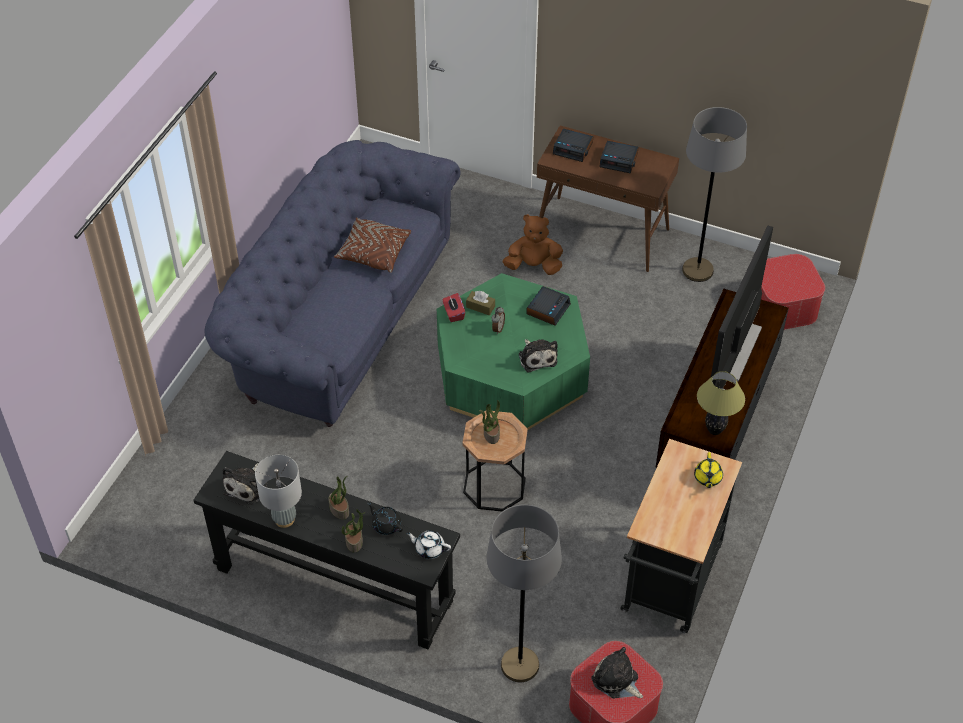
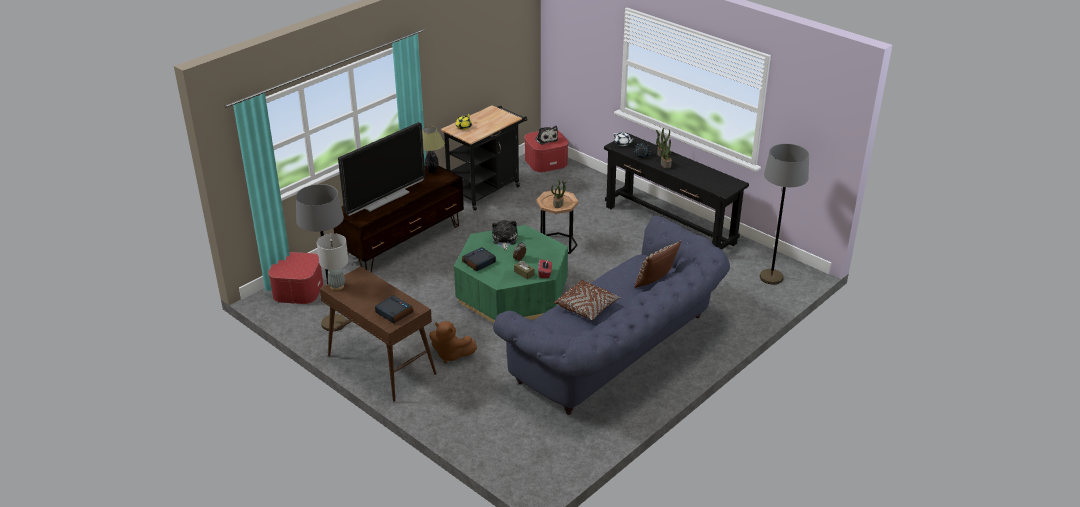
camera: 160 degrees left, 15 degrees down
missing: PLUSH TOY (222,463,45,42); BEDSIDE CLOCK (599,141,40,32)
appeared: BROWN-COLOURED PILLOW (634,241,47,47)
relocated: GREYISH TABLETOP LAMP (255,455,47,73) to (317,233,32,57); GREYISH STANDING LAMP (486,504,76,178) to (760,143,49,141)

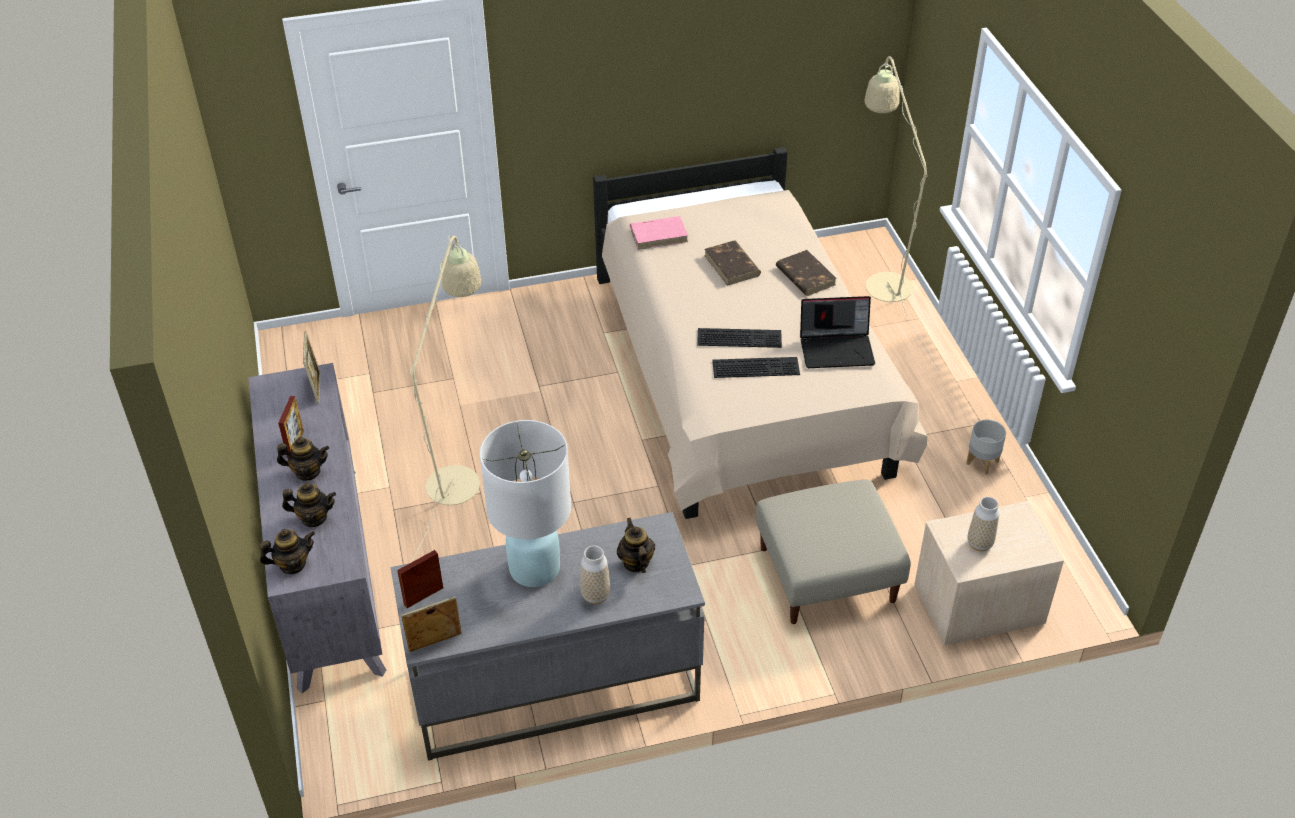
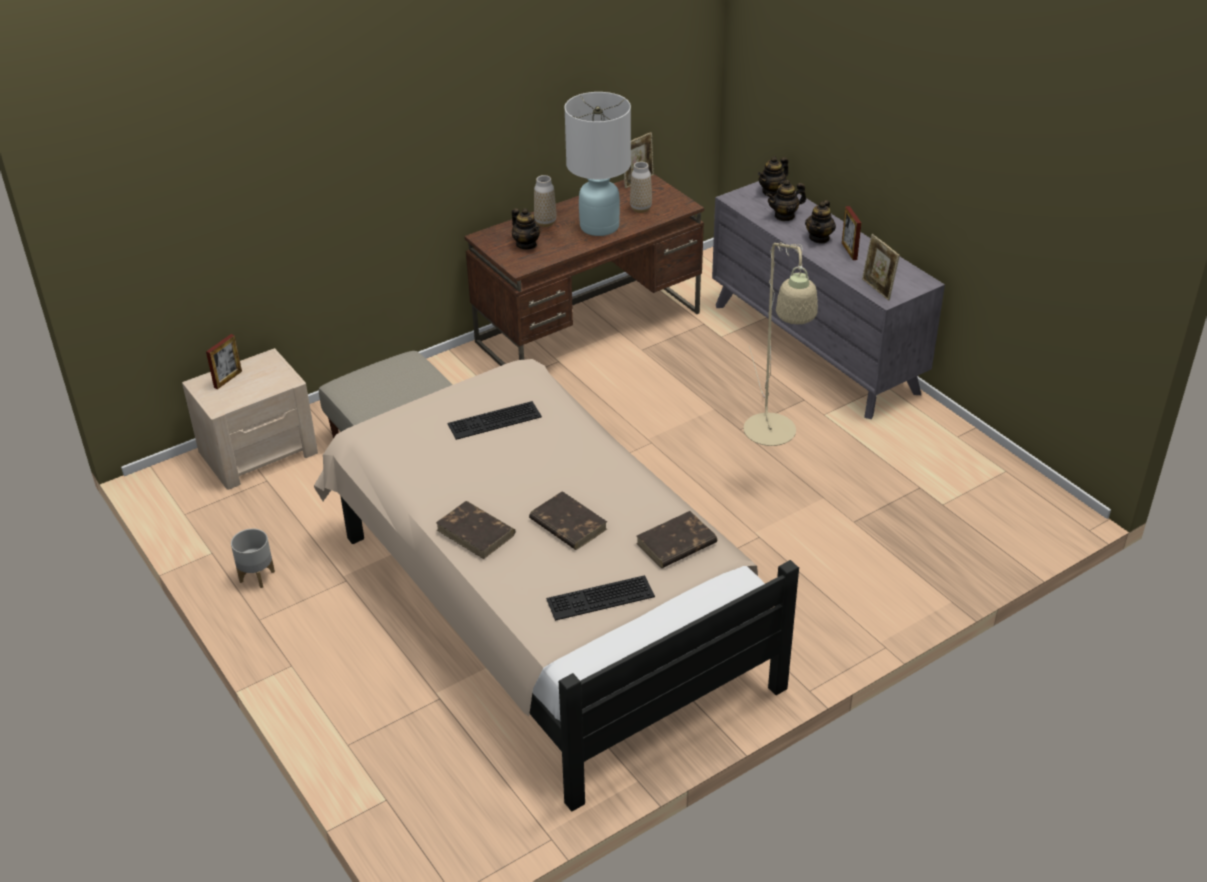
camera: 160 degrees right, 5 degrees down
missing: PORTABLE COMPUTER (800,296,75,72); BEIGE-COLOURED STANDING LAMP (864,56,76,315)
relocated: PHOTO FRAME (397,550,46,58) to (206,334,36,55); PC KEYBOARD (697,328,85,20) to (546,575,109,46); DECORATIVE VASE (968,497,31,54) to (630,162,22,51)
colour: GREYISH DESK TABLE (390,512,315,249) to BROWN-COLOURED DESK TABLE (464,174,240,192); PINKISH BOOK (630,216,58,34) to BROWN-COLOURED BOOK (636,511,81,57)
spun: TEAPOT (277,437,52,44) = (805,200,31,44) 45 degrees counterclockwise

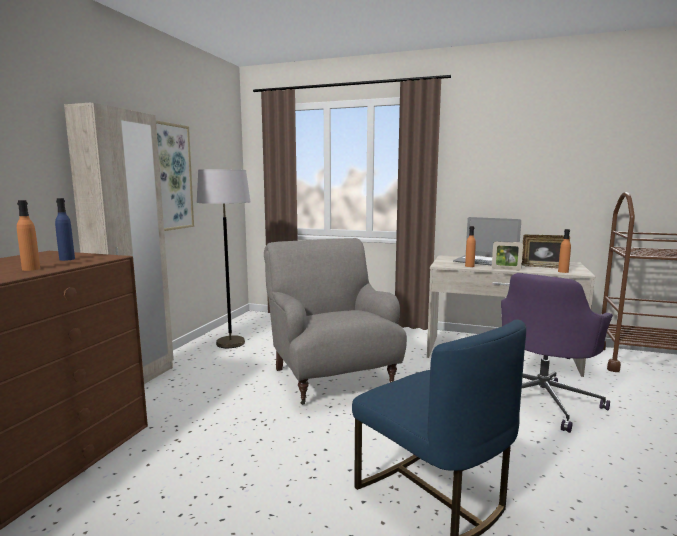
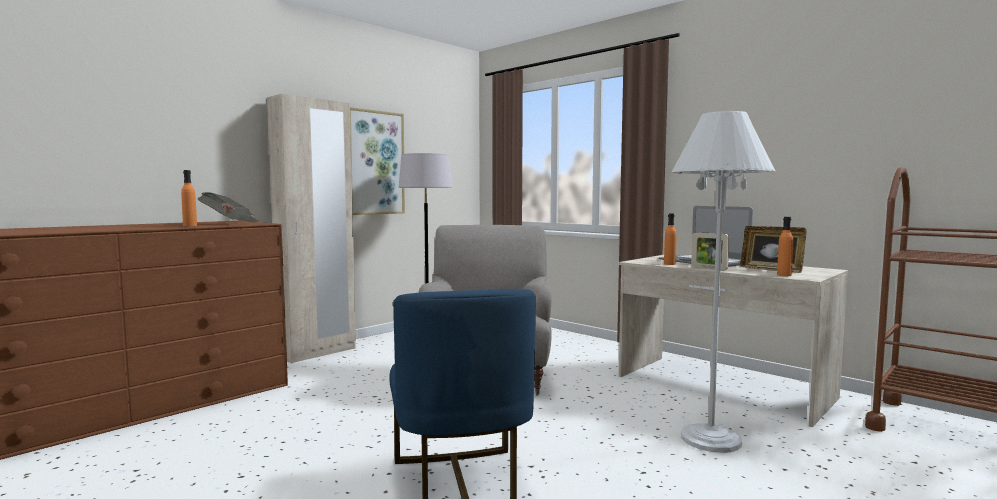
camera: 25 degrees right, 5 degrees down
exchanged: BLUE-COLOURED BEVERAGE BOTTLE (55,198,20,63) to NEWSPAPER (198,192,61,30); PURPLISH DESK CHAIR (501,273,112,160) to WHITISH STANDING LAMP (671,111,104,342)

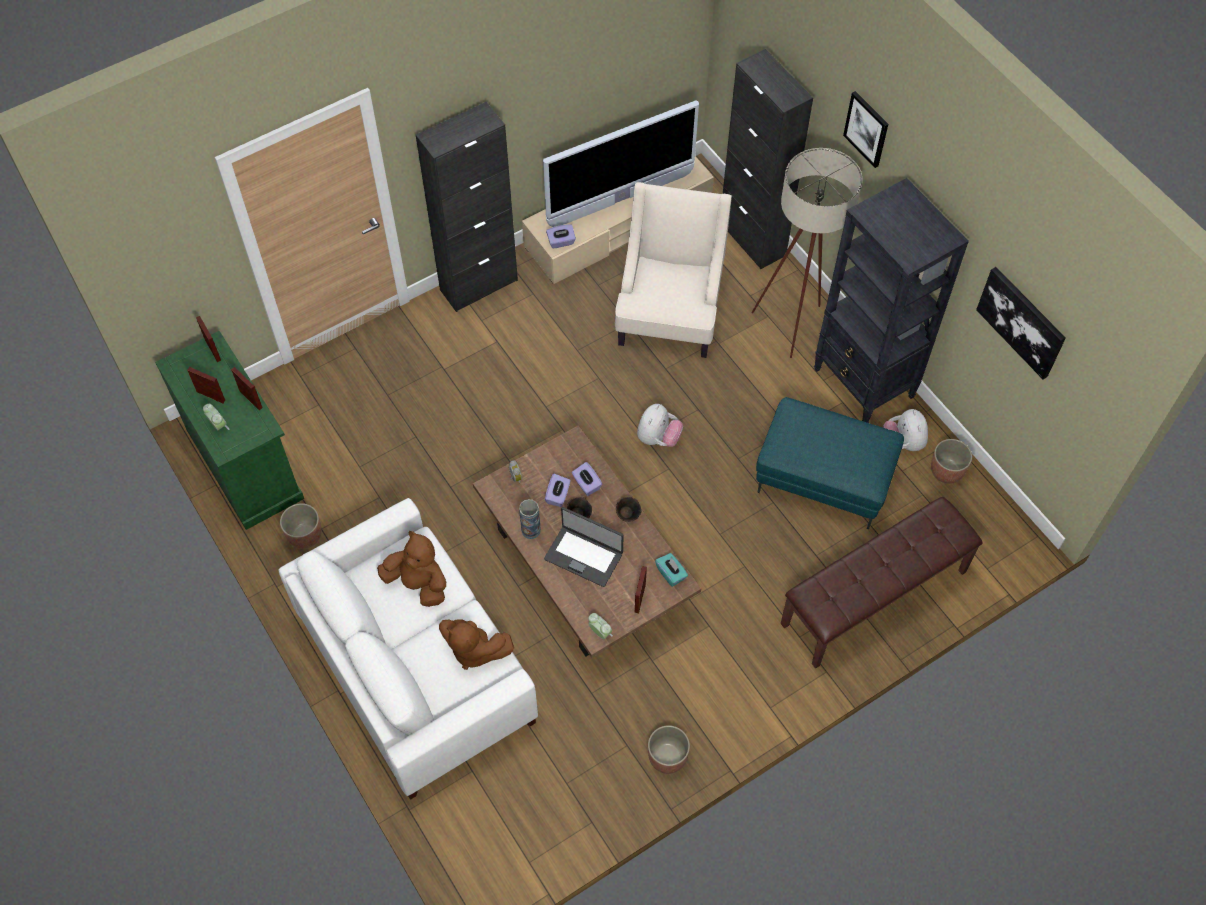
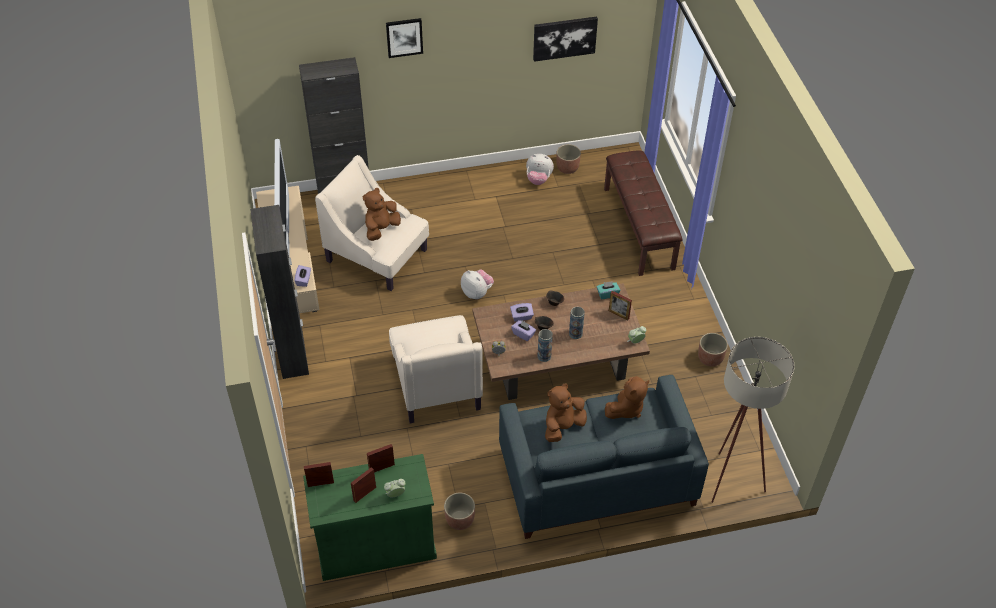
camera: 70 degrees left, 10 degrees down
missing: TURQUOISE OTTOMAN (756,397,148,132); BLACK BOOKCASE (814,178,155,245)
appeared: BROWN-COLOURED PLUSH TOY (363,188,38,53); BEIGE-COLOURED LOUNGE CHAIR (389,315,94,108)
relocated: BEIGE-COLOURED STANDING LAMP (752,148,110,210) to (711,337,84,166)
exchanged: PORTABLE COMPUTER (544,507,80,80) to DECORATIVE VASE (569,306,16,33)
colour: WHITISH SOFA (279,498,259,302) to BLUE-COLOURED SOFA (499,375,210,164)

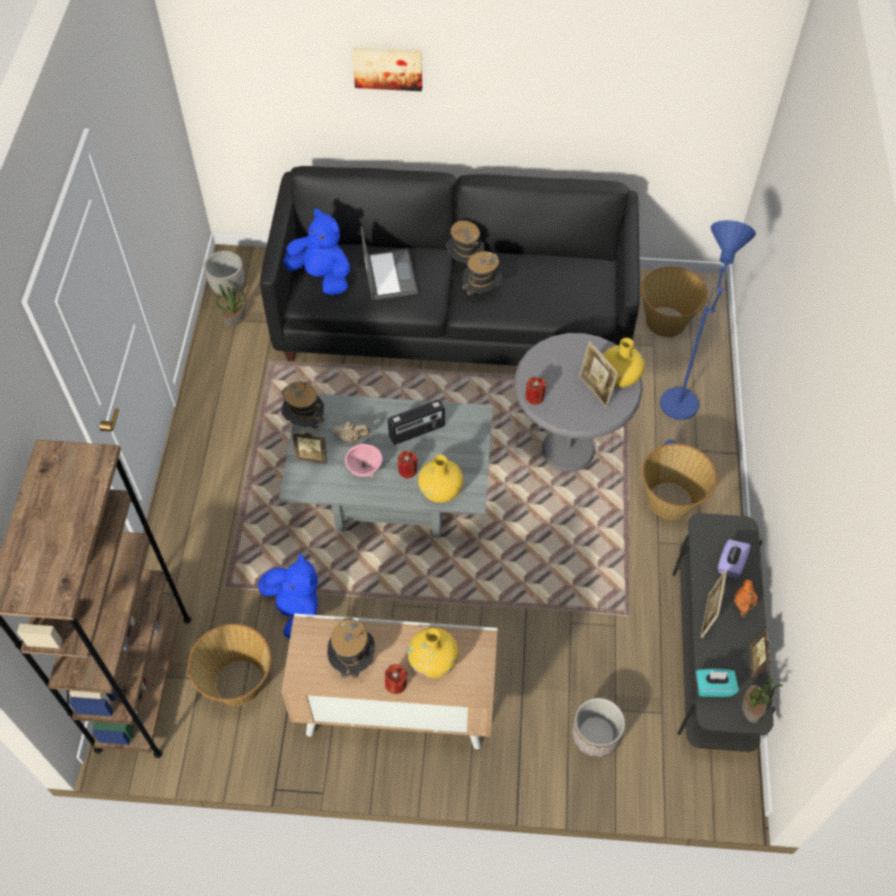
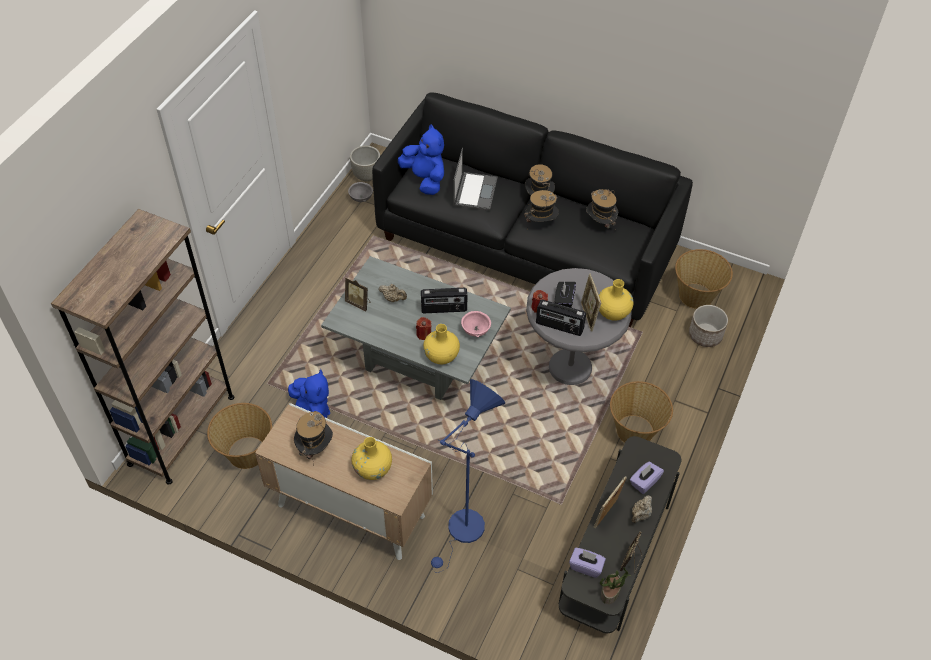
camera: 20 degrees right, 5 degrees down
missing: WALL ART (352,47,70,44); REDDISH WAX CANDLE (385,664,23,30)
appeared: RADIO RECEIVER (536,300,50,36); BLACK TISSUE HOLDER (555,281,21,26)
relocated: WEARABLE HAT (281,381,44,48) to (586,189,32,40); PINKISH SERVING BOWL (345,444,37,33) to (461,311,30,26); PLANT POT (572,698,53,60) to (689,305,39,42); BLUE-COLOURED STANDING LAMP (660,220,96,225) to (431,379,74,194)
exchanged: POTTED PLANT (216,284,30,43) to GREYISH SERVING BOWL (348,182,25,20)
colour: TURQUOISE TISSUE HOLDER (696,669,43,28) to PURPLISH TISSUE HOLDER (569,548,37,30); ORANGE-COLOURED TEAPOT (734,580,24,38) to BEIGE-COLOURED TEAPOT (632,495,20,28)

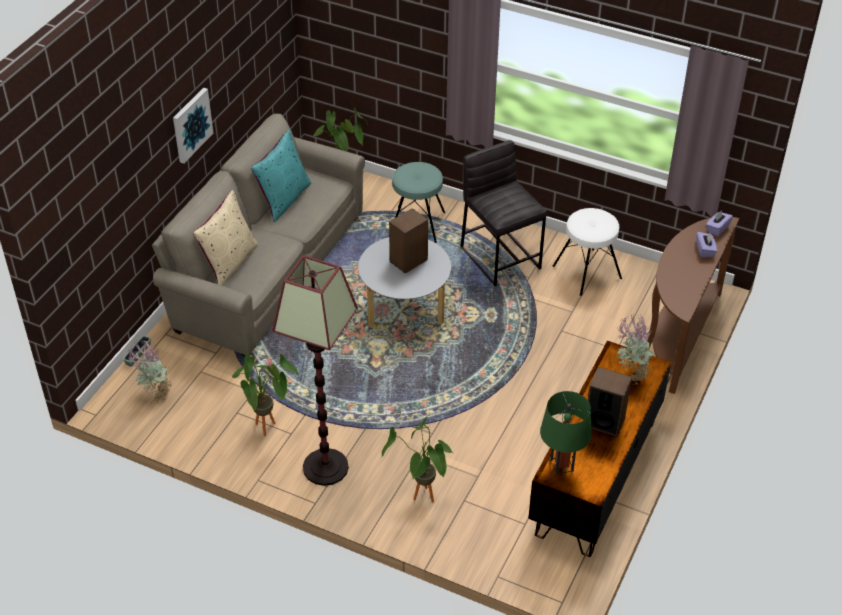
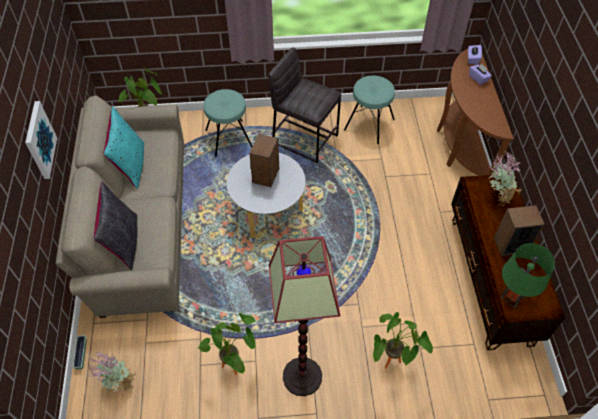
camera: 30 degrees left, 10 degrees up
colour: BEIGE-COLOURED PILLOW (193,190,65,96) to BLACK PILLOW (94,182,44,88); WHITISH SITTING STOOL (553,208,69,88) to TURQUOISE SITTING STOOL (344,75,51,69)

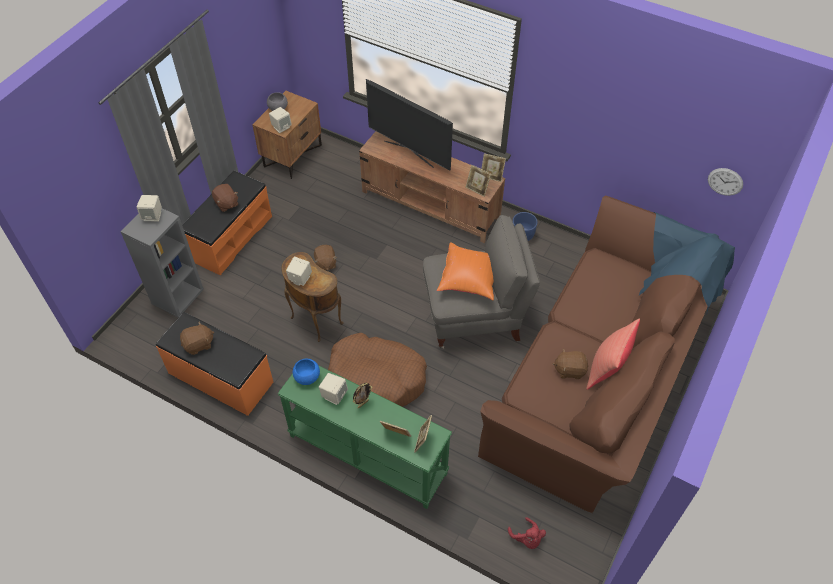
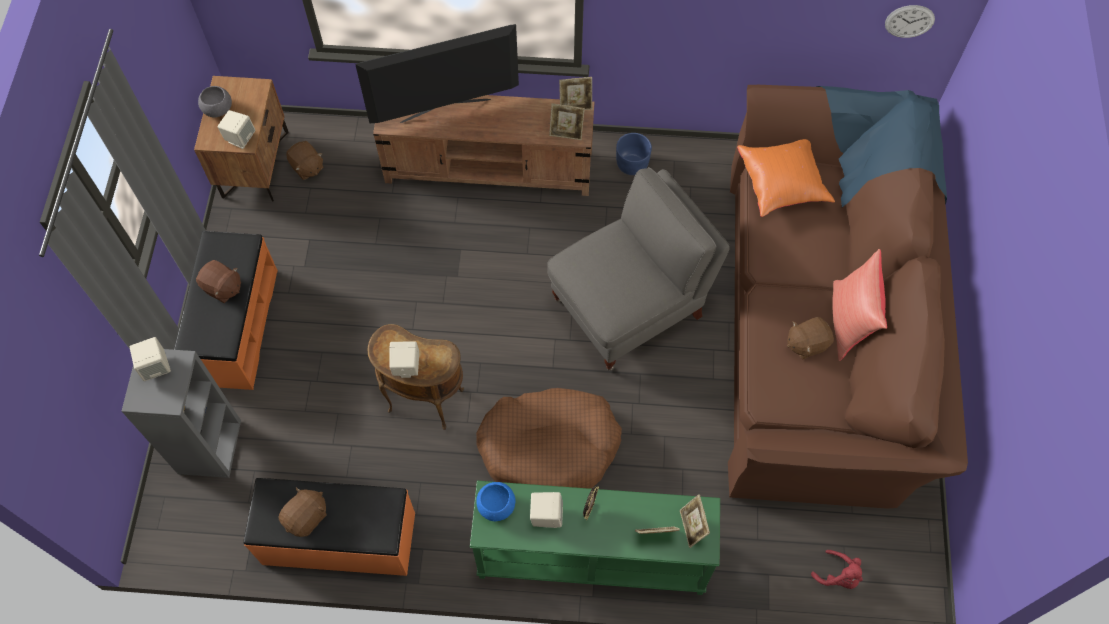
camera: 25 degrees left, 10 degrees up
relocated: BROWN-COLOURED PLUSH TOY (314,245,23,26) to (286,141,38,39); ORANGE-COLOURED PILLOW (437,242,57,58) to (737,139,98,78)
spun: TV SET (366,79,87,92) = (355,24,164,99) 150 degrees clockwise

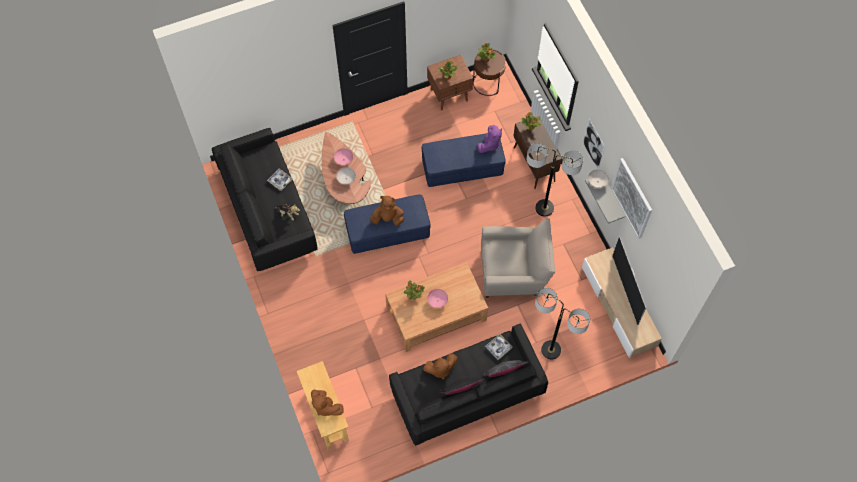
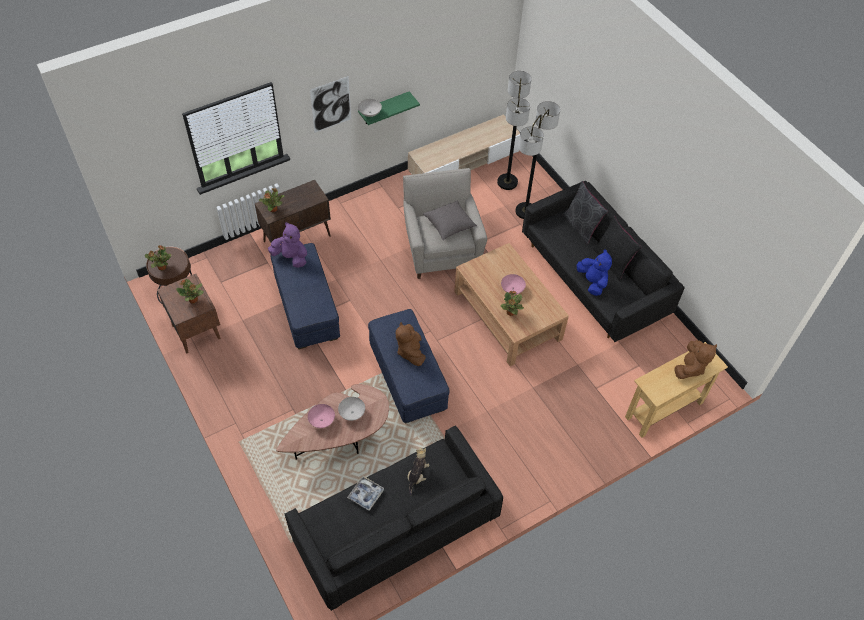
camera: 100 degrees left, 10 degrees down
missing: TRAY (485,334,27,26); WALL ART (611,158,41,81); TV SET (612,236,34,89)
appeared: GREYISH PILLOW (423,200,54,40)
relocated: STANDING LAMP (527,143,56,73) to (497,71,35,119)
colour: BROWN-COLOURED PLUSH TOY (423,353,35,26) to BLUE-COLOURED PLUSH TOY (577,249,35,47); GREYISH WALL SHELF (585,179,41,45) to GREENISH WALL SHELF (358,92,62,33)

